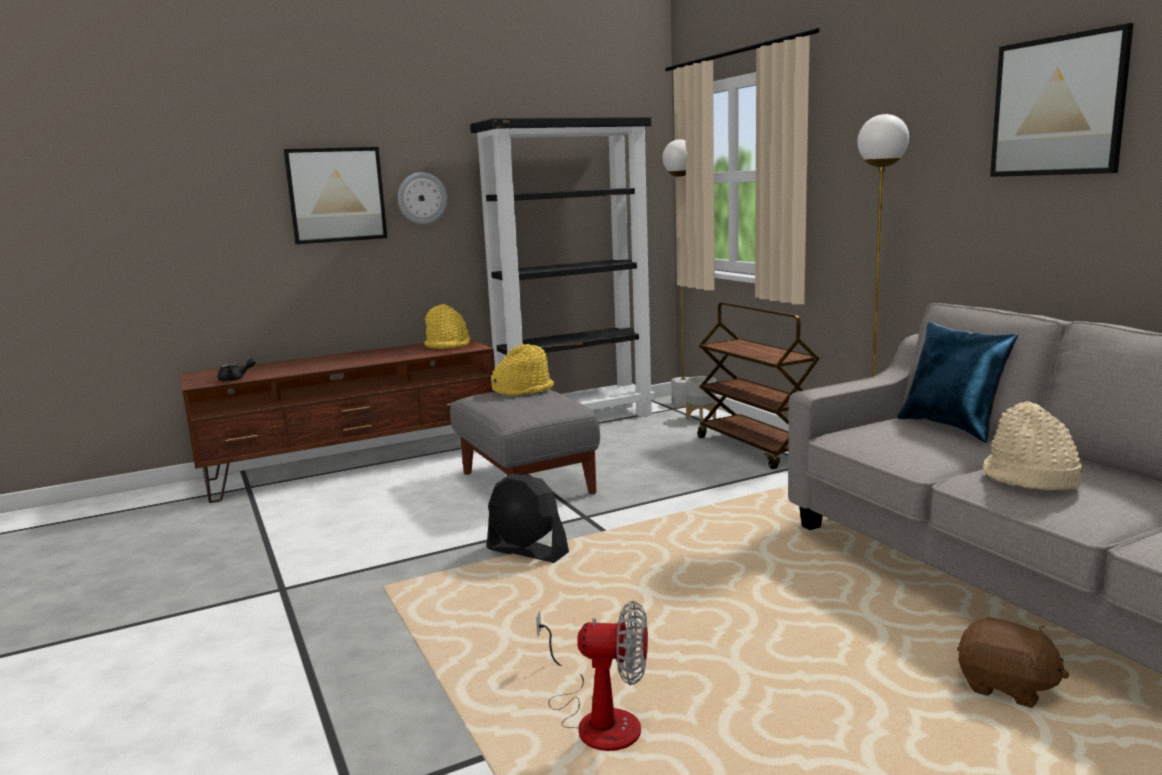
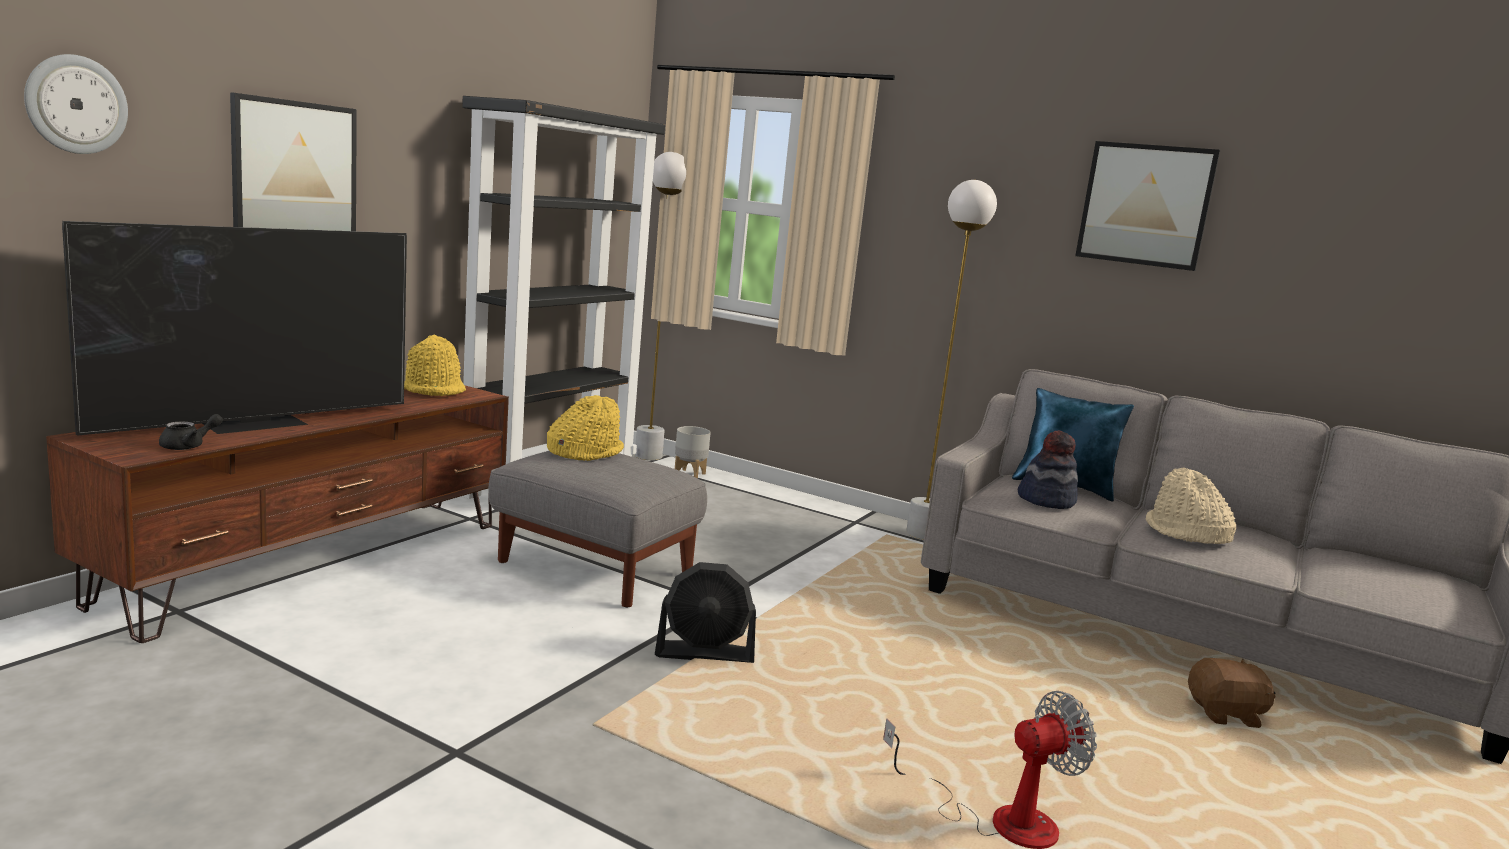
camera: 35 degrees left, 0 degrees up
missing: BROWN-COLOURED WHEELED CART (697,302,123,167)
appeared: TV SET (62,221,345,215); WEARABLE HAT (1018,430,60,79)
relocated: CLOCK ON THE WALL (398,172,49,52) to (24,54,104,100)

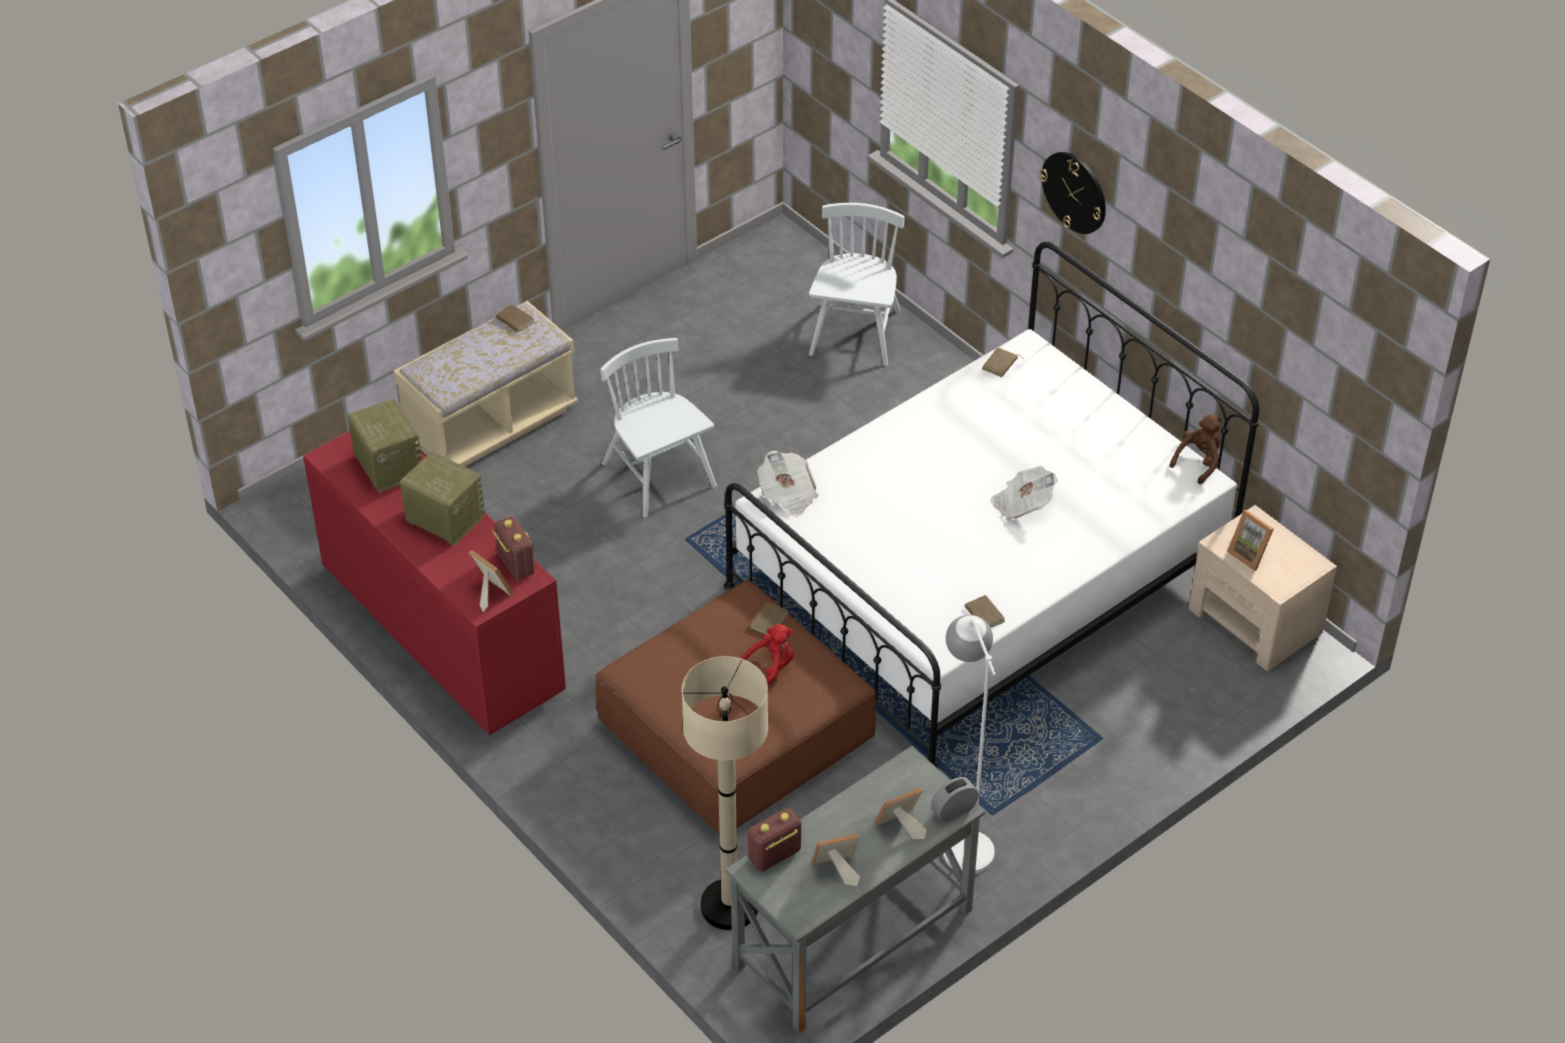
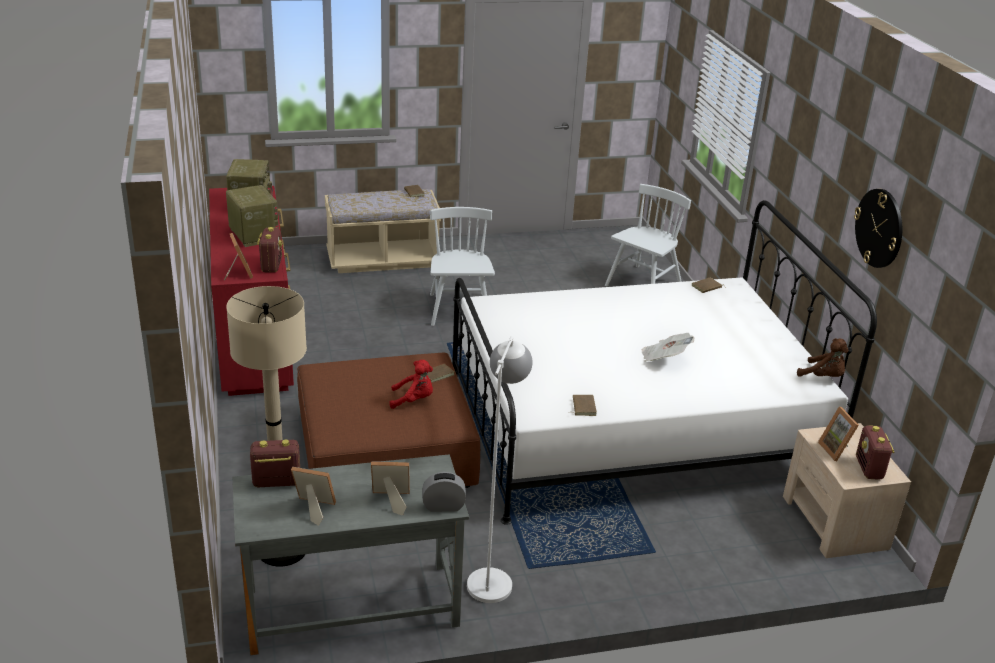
camera: 25 degrees right, 15 degrees down
missing: NEWSPAPER (757,450,62,67)
appeared: RADIO RECEIVER (856,425,39,55)
relocated: CLOCK ON THE WALL (1040,152,66,82) to (854,189,48,79)
spun: BROWN-COLOURED PLUSH TOY (1170,414,51,70) = (797,338,52,39) 60 degrees clockwise

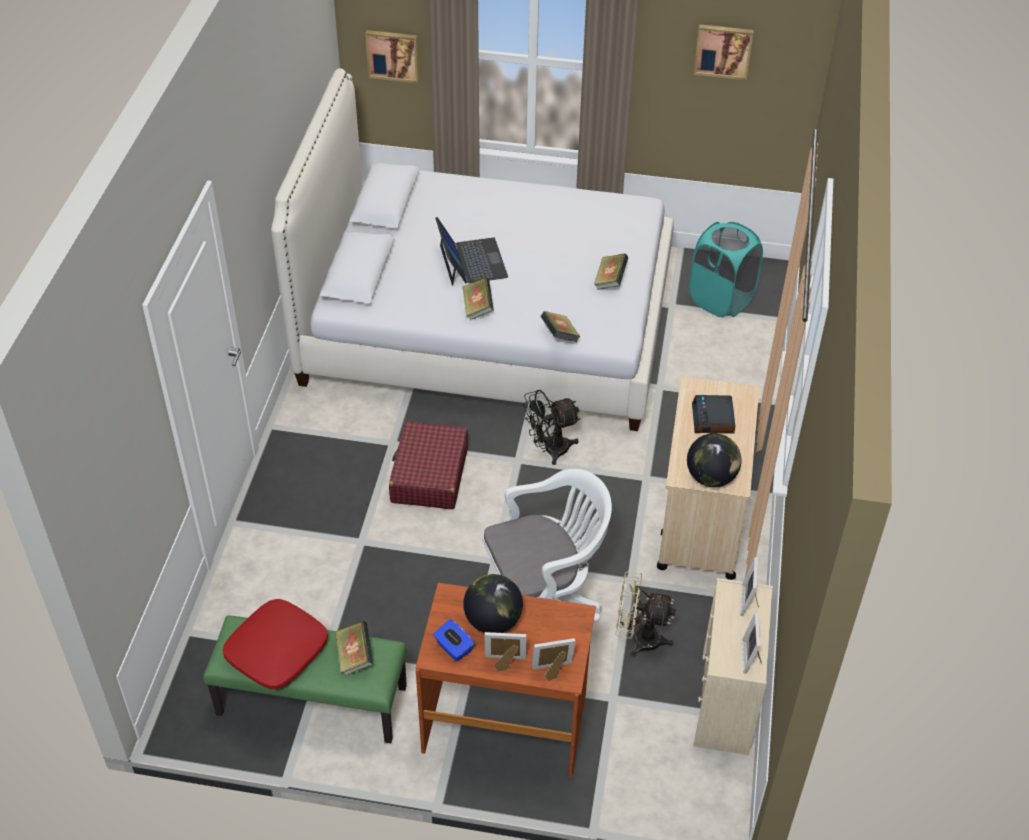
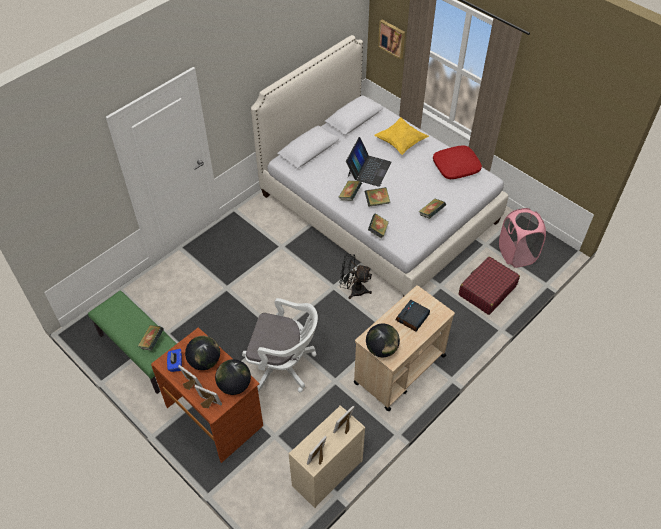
camera: 35 degrees right, 5 degrees up
missing: BEIGE-COLOURED COOLING FAN (616,571,60,86); WALL ART (693,24,61,56)
appeared: DESK GLOBE (215,359,36,36); BOOK (365,187,25,20); YELLOWISH PILLOW (374,117,55,38)
relocated: REDDISH PILLOW (223,599,105,90) to (433,145,49,34); REDDISH PIECE OF LUGGAGE (389,422,79,87) to (459,256,61,59)
colour: TURQUOISE WASHING BASKET (689,222,74,95) to PINKISH WASHING BASKET (499,208,47,60)

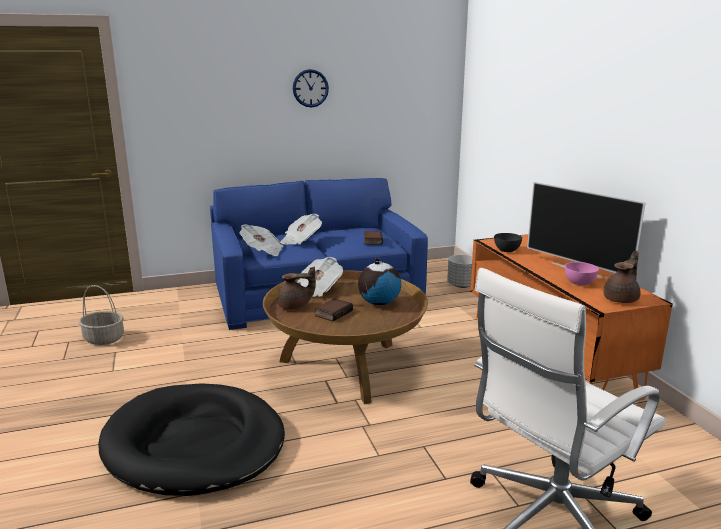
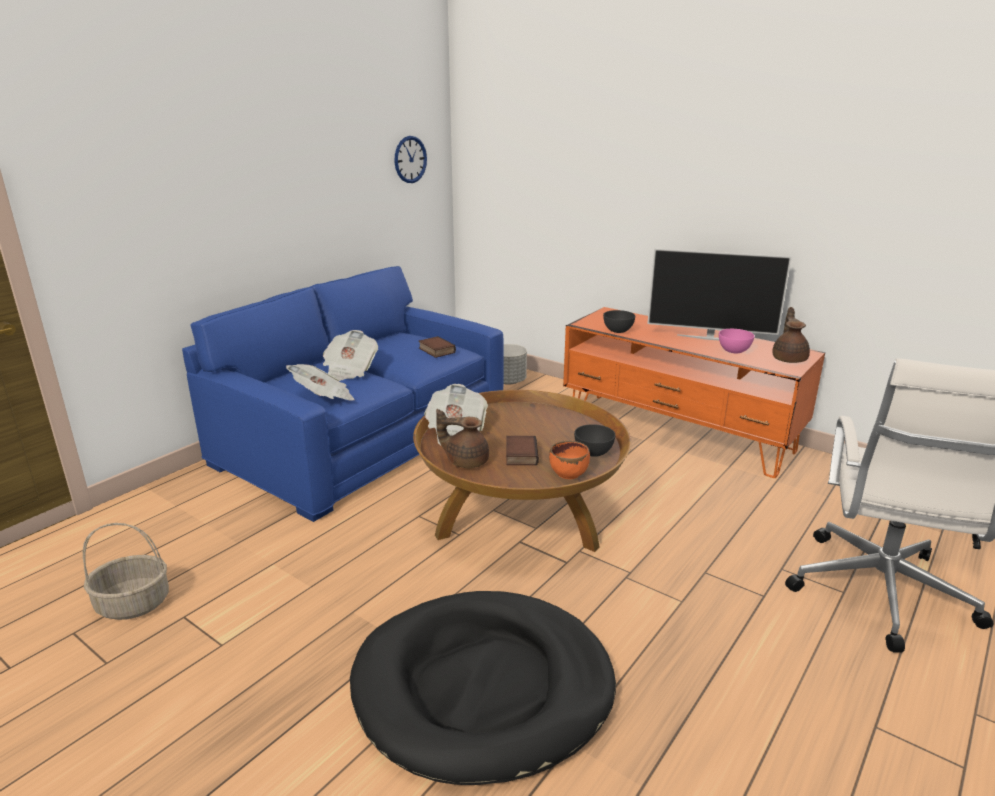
camera: 35 degrees left, 5 degrees up
missing: DESK GLOBE (358,258,43,47)
appeared: ORANGE-COLOURED SERVING BOWL (549,441,41,38); GREYISH SERVING BOWL (574,424,41,33)
relocated: CLOCK ON THE WALL (293,69,36,39) to (394,136,33,47)
spun: BROWN-COLOURED TEAPOT (278,266,38,44) = (436,409,53,59) 120 degrees counterclockwise

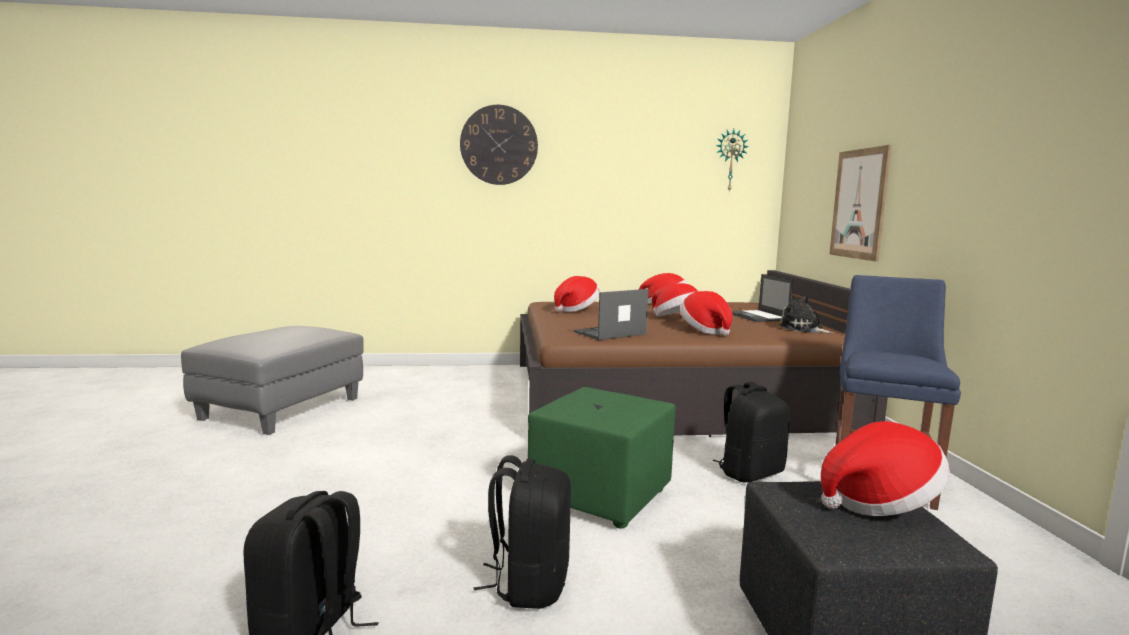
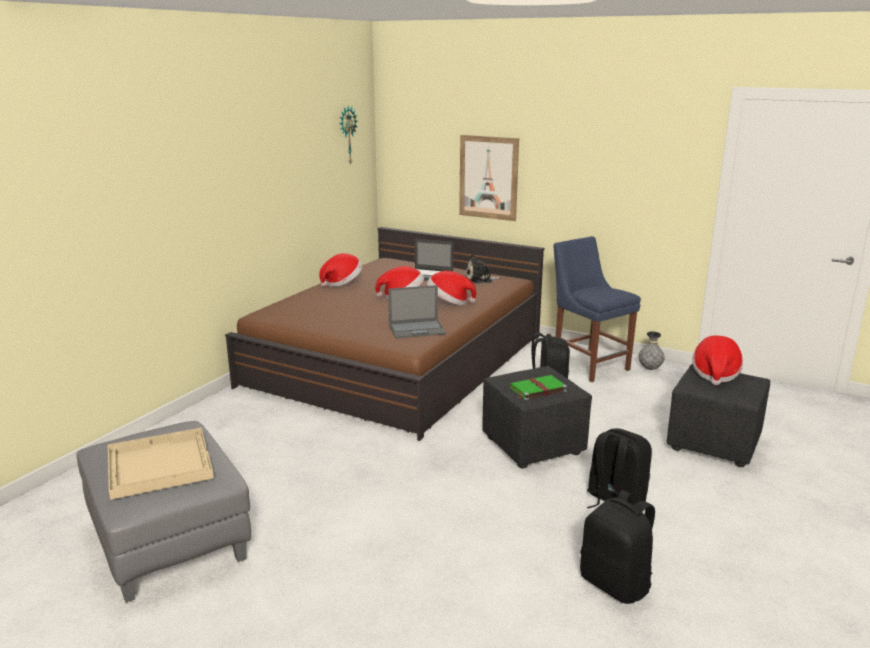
camera: 55 degrees left, 10 degrees up
missing: CLOCK ON THE WALL (460,105,78,80); WEARABLE HAT (554,276,46,36)
appeared: BEIGE-COLOURED TRAY (108,428,106,72); GREENISH BOOK (509,375,58,25); GREYISH DECORATIVE VASE (639,331,26,39)
colour: GREENISH OTTOMAN (528,387,147,142) to BLACK OTTOMAN (482,366,110,102)
spun: PORTABLE COMPUTER (573,289,75,51) = (388,285,58,53) 105 degrees counterclockwise

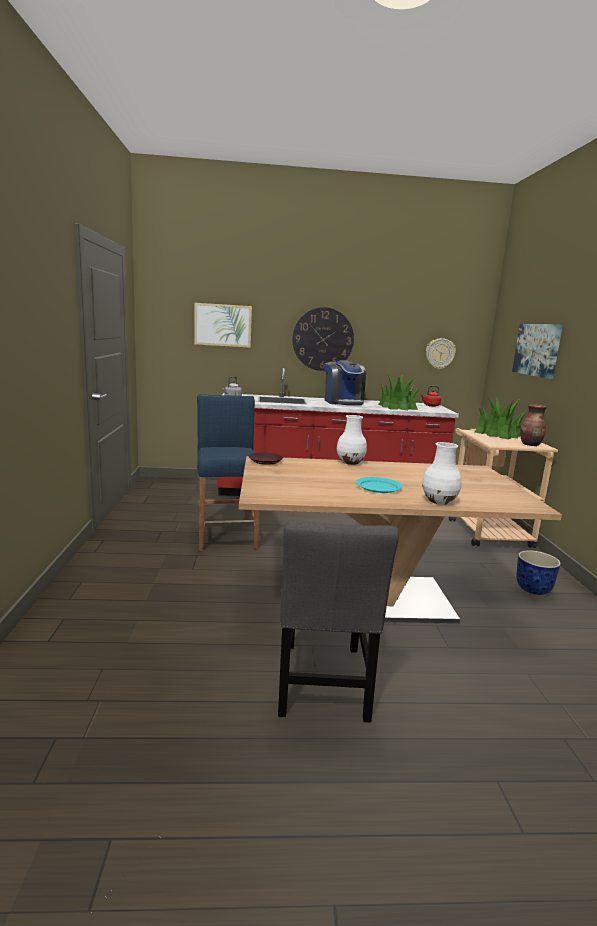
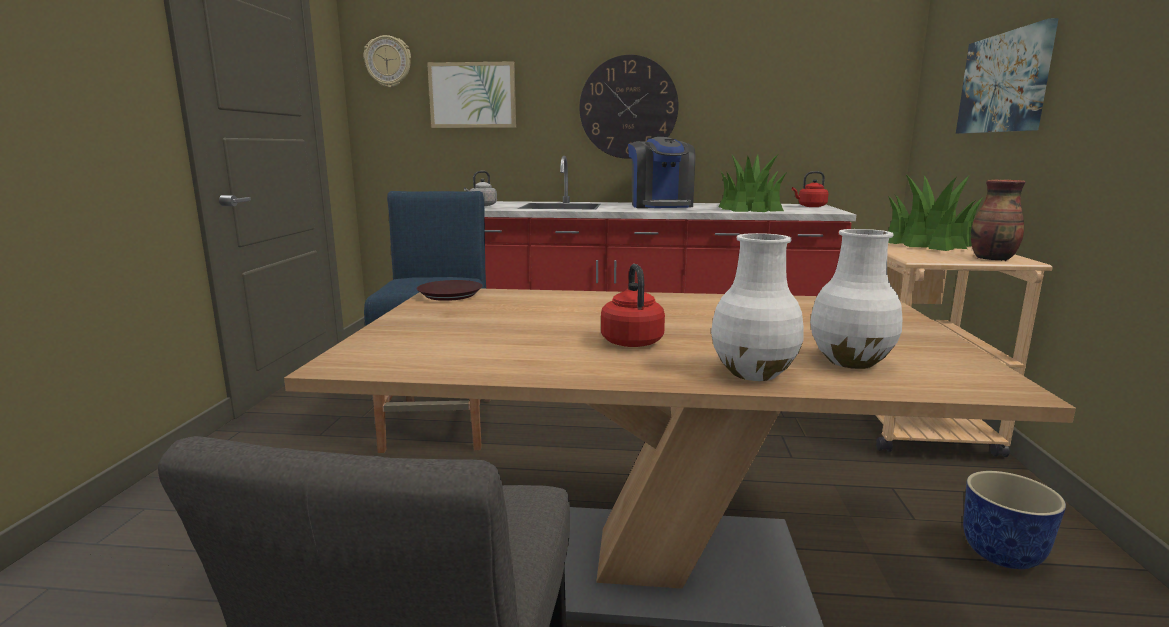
camera: 10 degrees right, 0 degrees up
relocated: WHITISH DECORATIVE VASE (337,415,30,50) to (810,229,92,140); CLOCK ON THE WALL (426,338,30,31) to (364,35,47,53)
exchanged: TURQUOISE DINNER PLATE (356,477,47,16) to REDDISH WATER KETTLE (601,264,64,83)

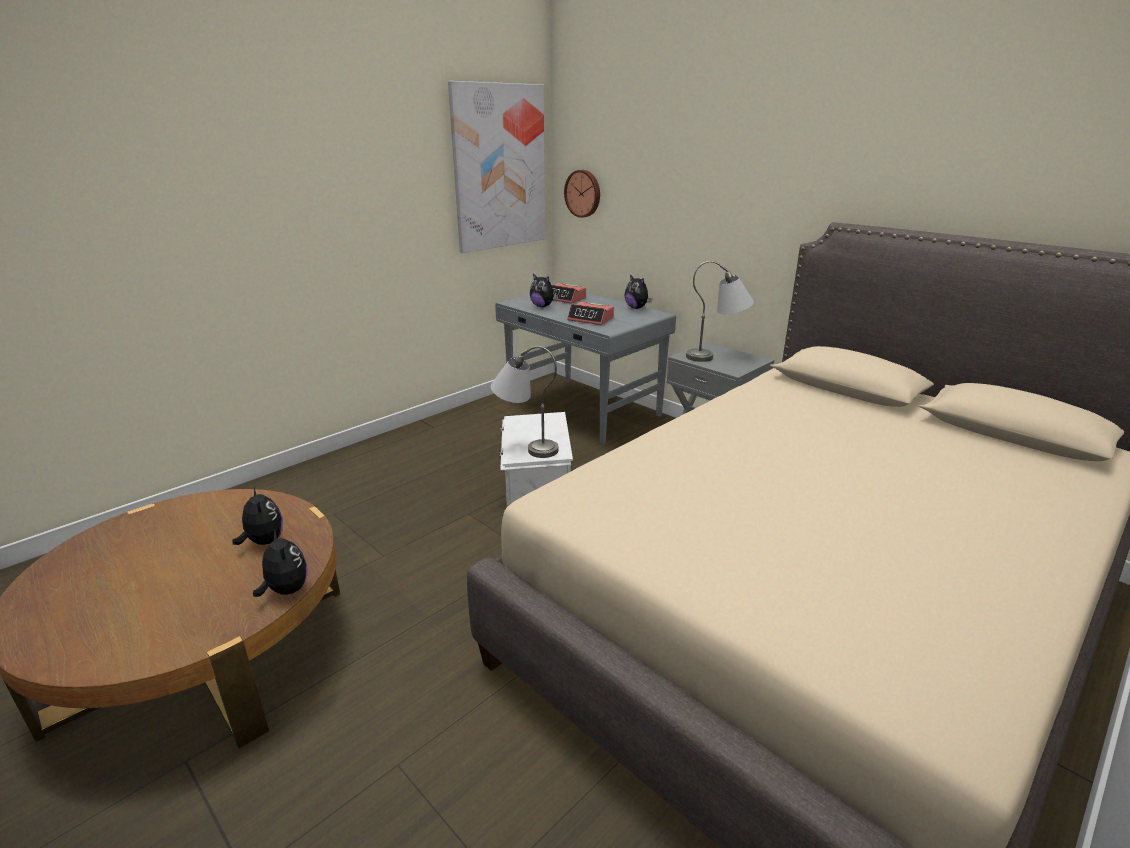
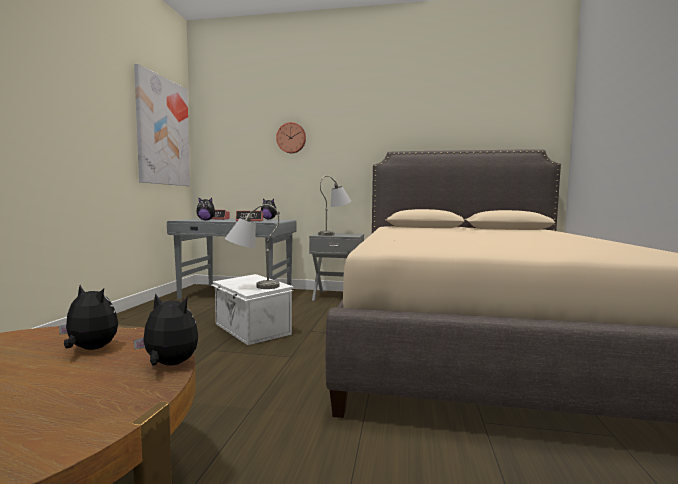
camera: 35 degrees left, 20 degrees down
relocated: CLOCK ON THE WALL (564,170,36,48) to (276,122,30,31)

